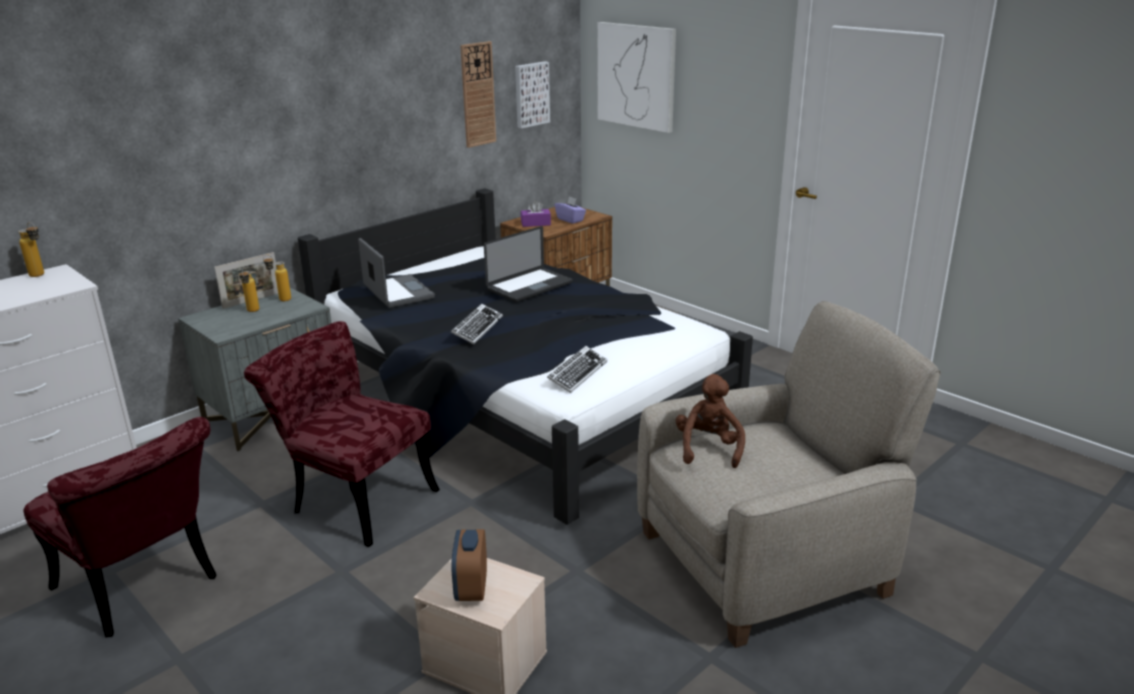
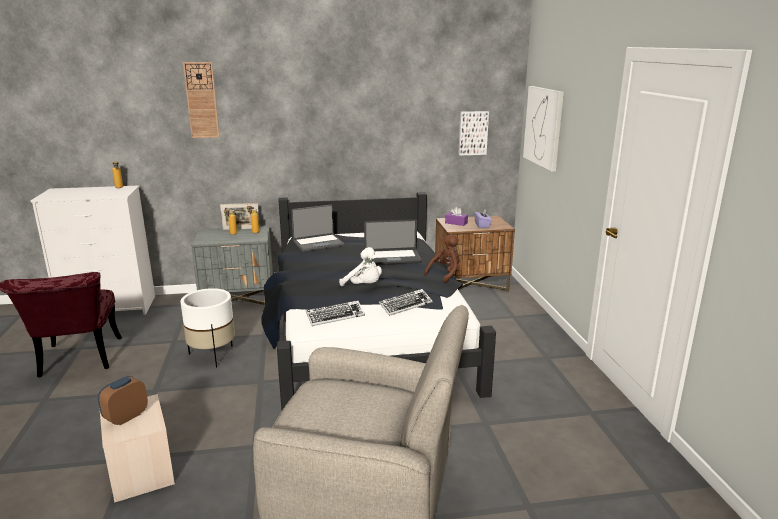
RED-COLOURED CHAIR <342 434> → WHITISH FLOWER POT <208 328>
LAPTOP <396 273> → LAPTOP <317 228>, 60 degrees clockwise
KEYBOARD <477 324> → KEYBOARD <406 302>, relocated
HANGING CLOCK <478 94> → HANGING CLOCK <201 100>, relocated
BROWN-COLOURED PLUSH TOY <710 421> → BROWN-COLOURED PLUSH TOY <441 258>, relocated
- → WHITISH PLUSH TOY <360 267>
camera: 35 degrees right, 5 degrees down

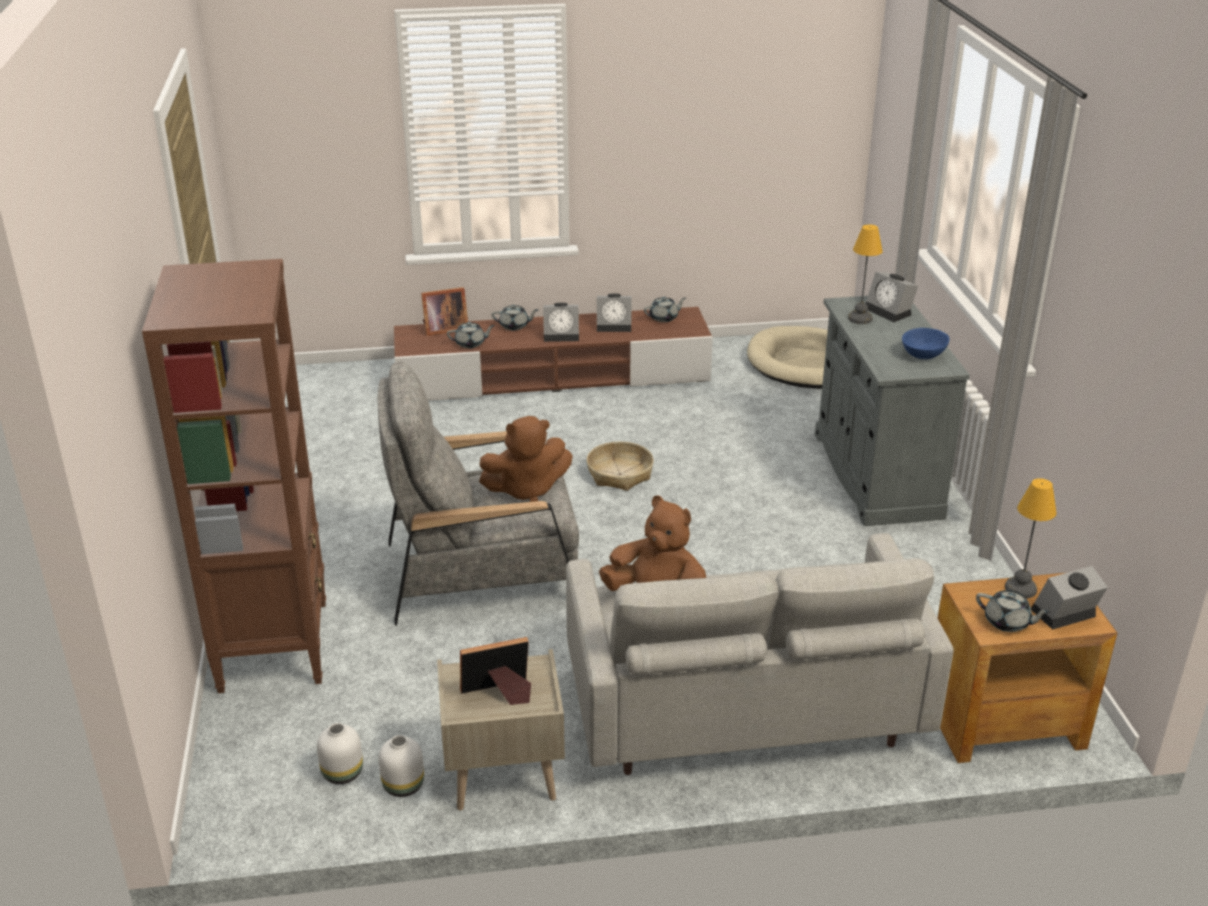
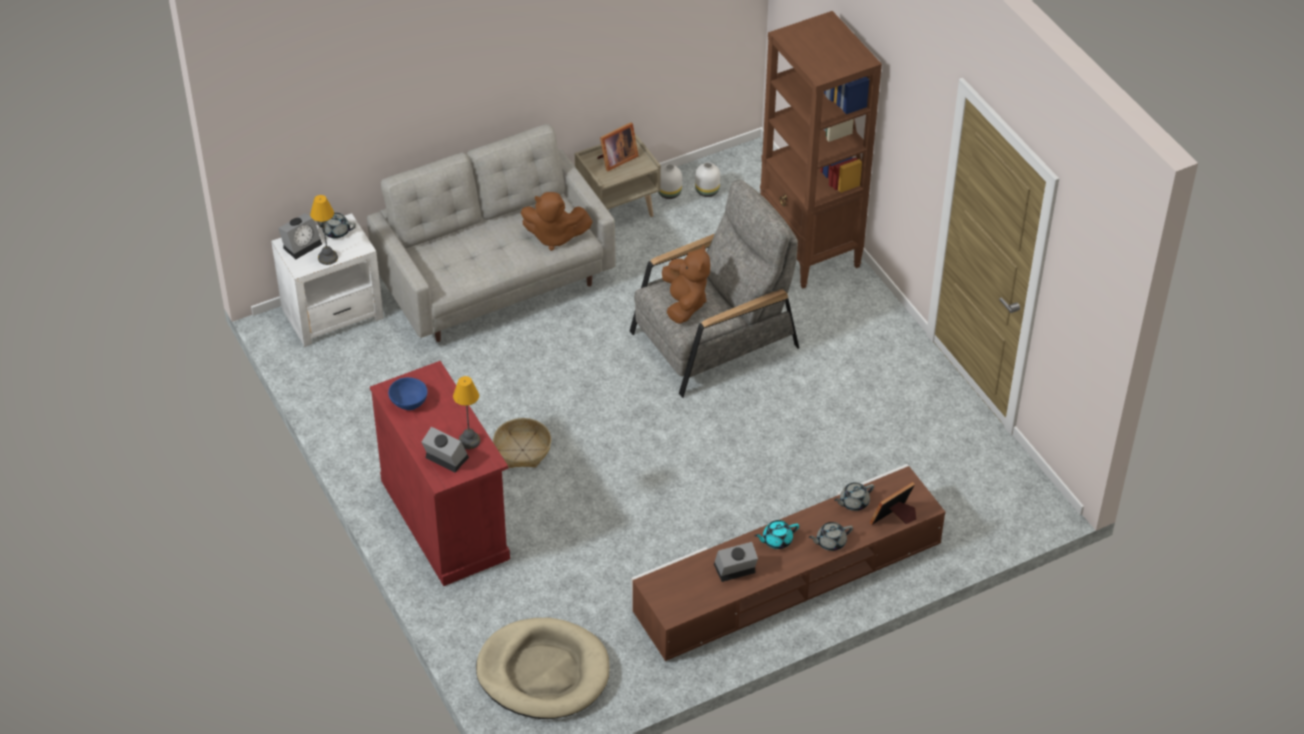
BROWN-COLOURED PLUSH TOY <526 459> → BROWN-COLOURED PLUSH TOY <686 284>, 120 degrees clockwise
TABLE CLOCK <561 322> → TURQUOISE POT FOR TEA <777 534>
BASKET <620 466> → BASKET <522 443>, relocated
GREY POT FOR TEA <665 309> → -
GREY STORAGE CABINET <892 411> → RED-COLOURED STORAGE CABINET <440 473>
BROWN-COLOURED END TABLE <1027 667> → WHITISH END TABLE <327 280>
camera: 160 degrees right, 15 degrees up

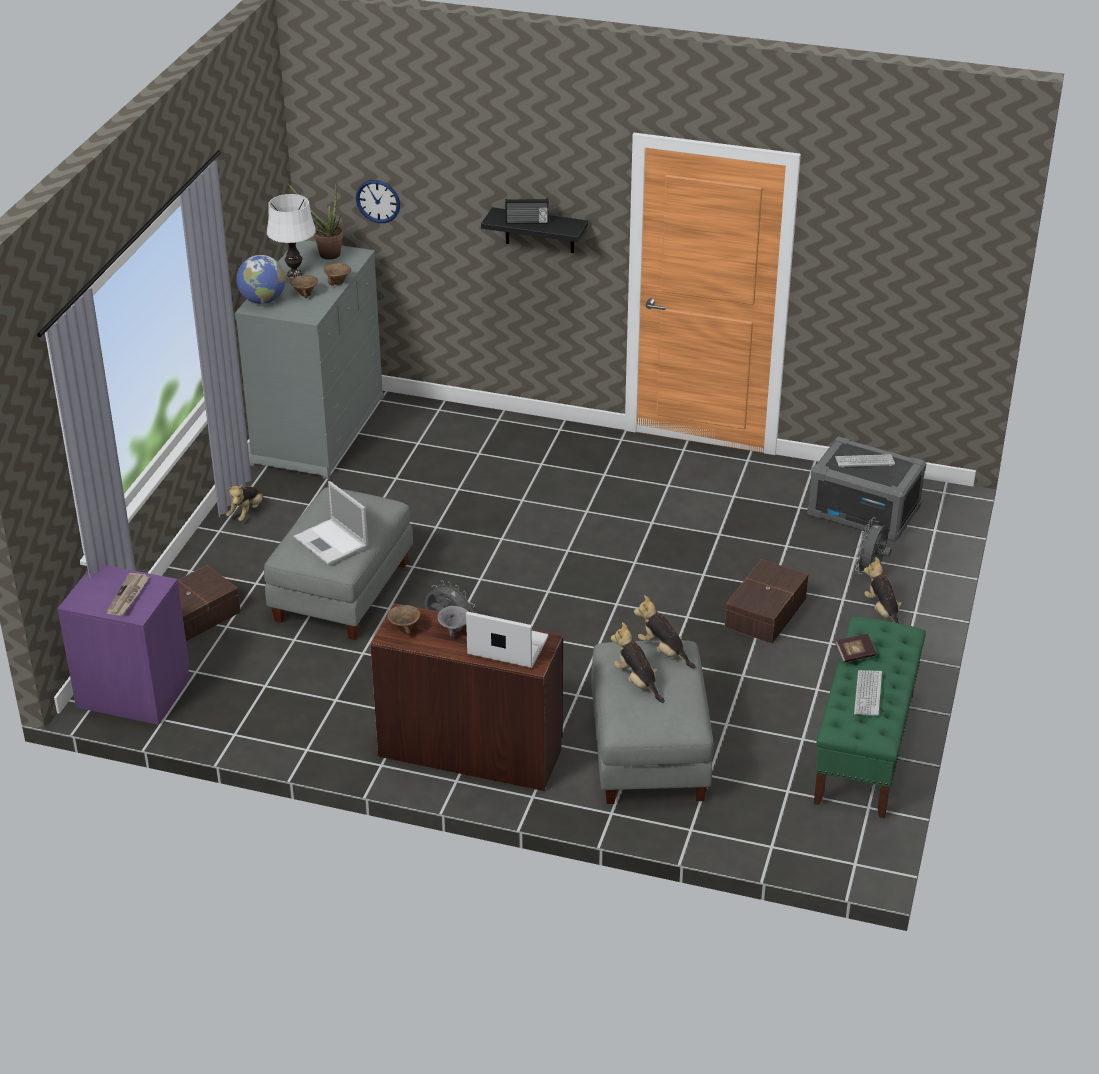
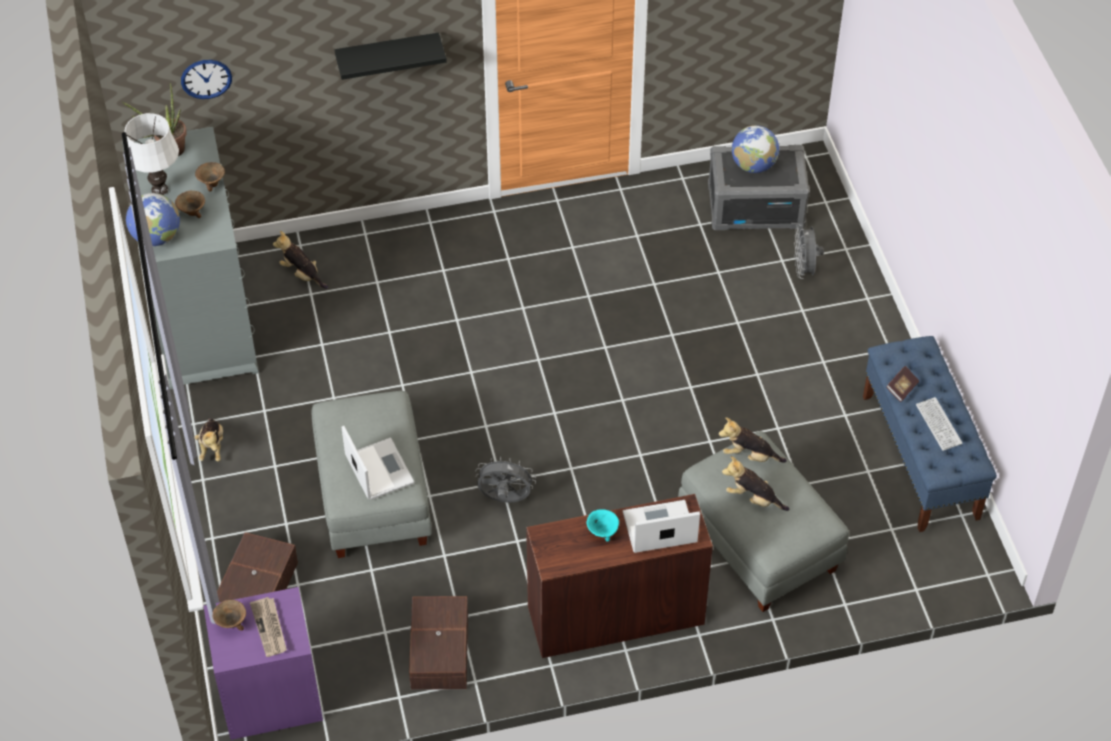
LAPTOP <331 523> → LAPTOP <377 463>, 135 degrees counterclockwise
BROWN-COLOURED SERVING BOWL <403 620> → BROWN-COLOURED SERVING BOWL <229 615>, relocated
GREY SERVING BOWL <452 621> → TURQUOISE SERVING BOWL <603 525>
RADIO SET <527 211> → -
BROWN-COLOURED STORAGE BIN <766 601> → BROWN-COLOURED STORAGE BIN <438 643>, relocated
GREEN-COLOURED INDOOR BENCH <870 717> → BLUISH INDOOR BENCH <930 434>
KEYBOARD <865 461> → DESK GLOBE <755 149>
PLUSH TOY <883 590> → PLUSH TOY <300 260>, relocated
camera: 30 degrees left, 15 degrees up

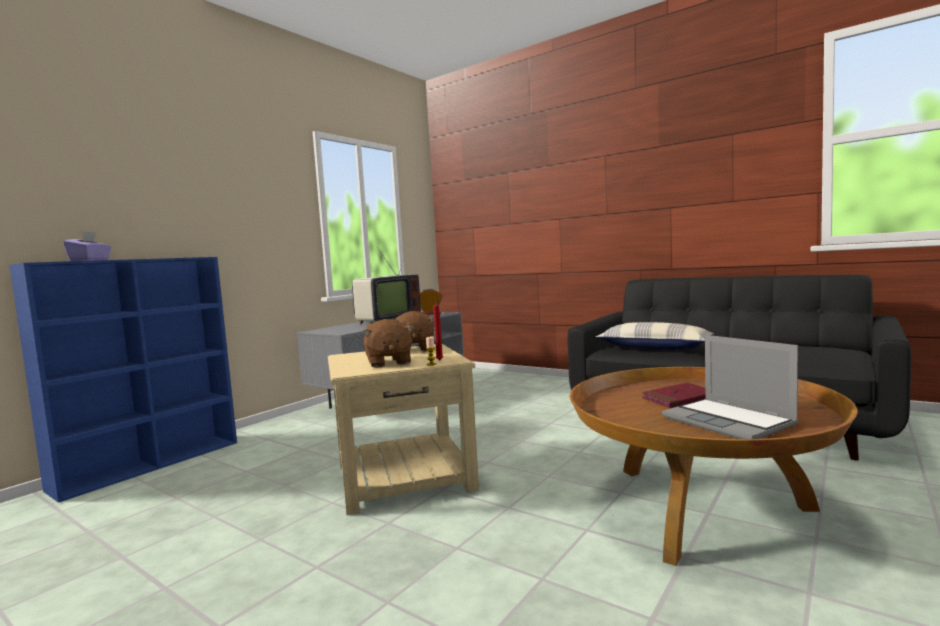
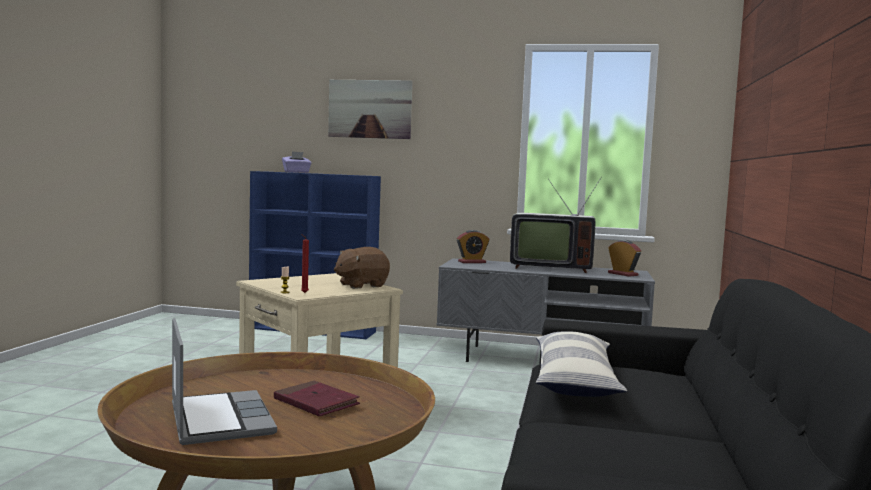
BROWN-COLOURED PLUSH TOY <388 343> → -
LAPTOP <730 387> → LAPTOP <224 381>, 120 degrees clockwise
- → WALL ART <370 109>
- → TABLE CLOCK <473 246>
camera: 65 degrees right, 0 degrees up

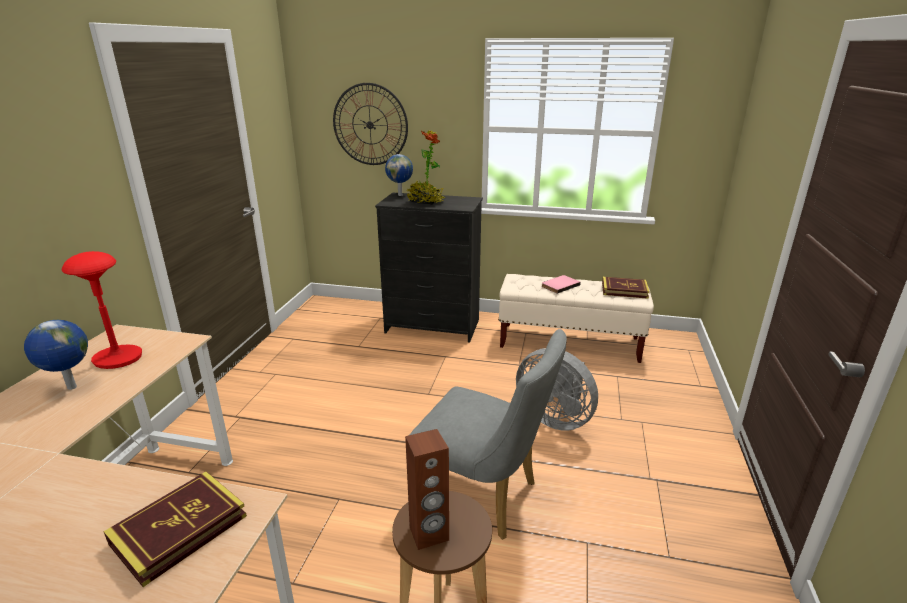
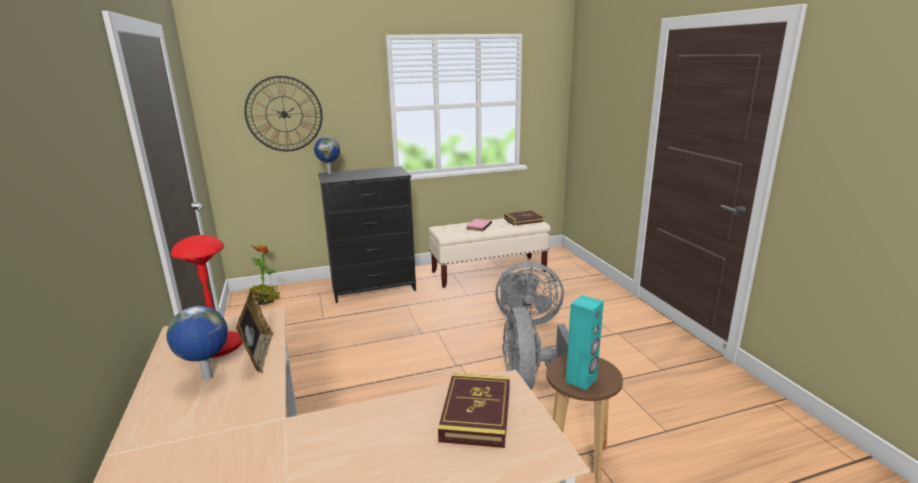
BROWN-COLOURED AUDIO SPEAKER <427 489> → TURQUOISE AUDIO SPEAKER <585 342>
HOUSEPLANT <426 167> → HOUSEPLANT <263 274>, relocated
GREY CHAIR <488 434> → GREY COOLING FAN <536 348>
- → STANDING FRAME <255 331>
camera: 30 degrees left, 5 degrees down

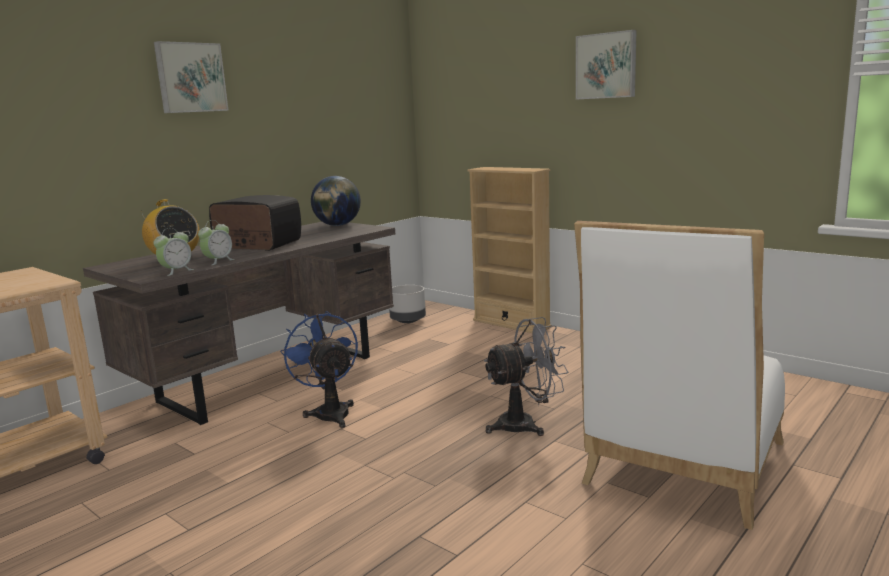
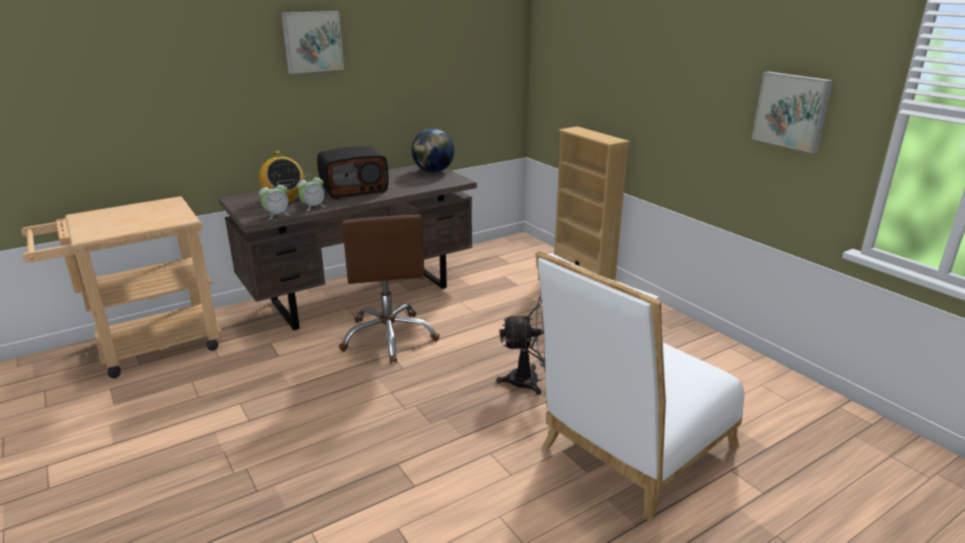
RADIO SET <255 223> → RADIO SET <353 172>, 120 degrees clockwise
BLUISH COOLING FAN <319 369> → BROWN-COLOURED DESK CHAIR <389 289>
GREY FLOWER POT <407 304> → -
WALL ART <606 64> → WALL ART <792 112>, relocated
camera: 15 degrees right, 10 degrees up

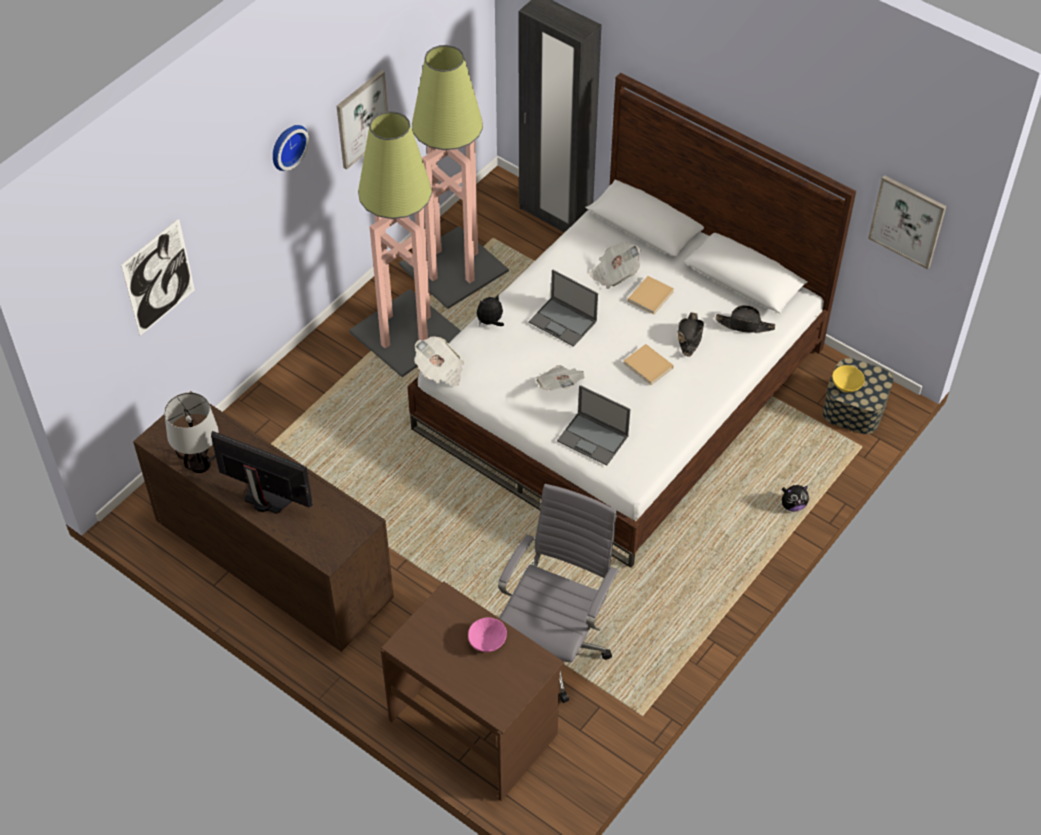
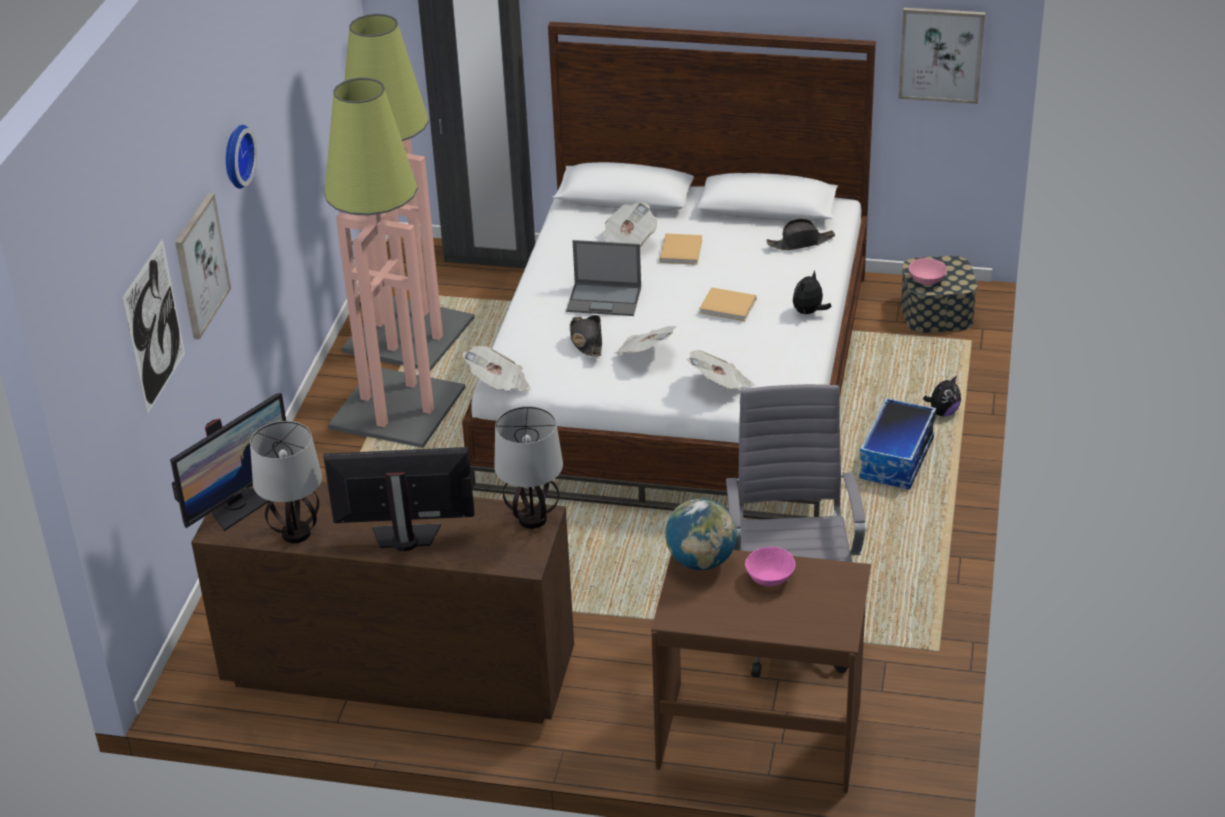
WALL ART <362 119> → WALL ART <203 266>, relocated
PLUSH TOY <490 310> → PLUSH TOY <812 292>, relocated
LAPTOP <593 425> → PRINTED PAPER <720 370>
BLACK CLOTHING HAT <691 334> → BLACK CLOTHING HAT <586 336>, relocated
YELLOW-COLOURED SERVING BOWL <848 378> → PINK SERVING BOWL <928 271>
- → MONITOR <228 462>
- → TABLE LAMP <528 467>
- → DESK GLOBE <701 534>
- → STORAGE BIN <898 444>
camera: 25 degrees left, 15 degrees down

